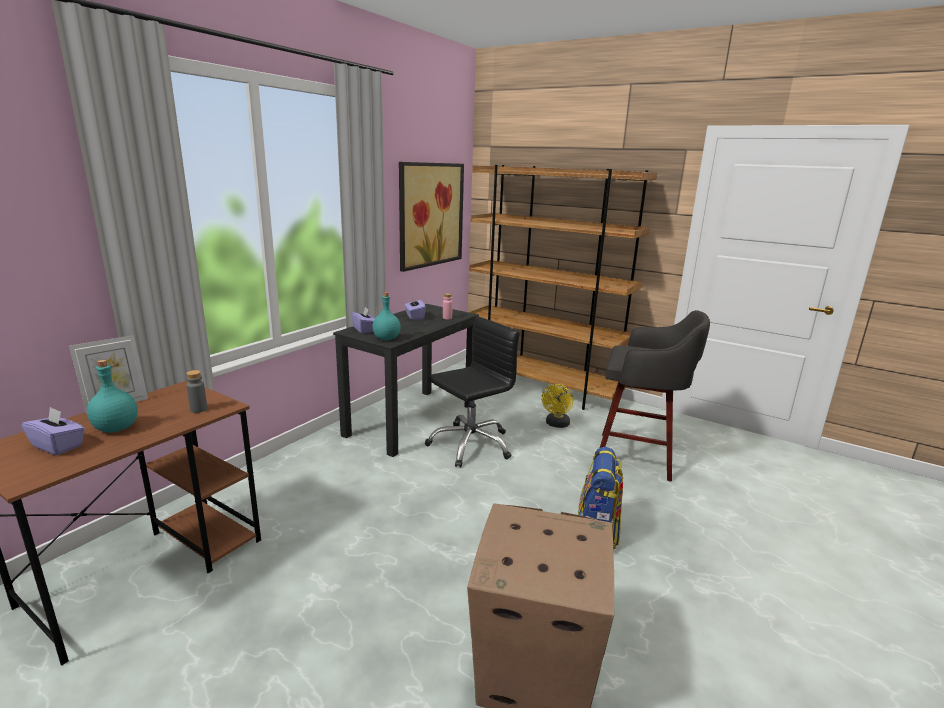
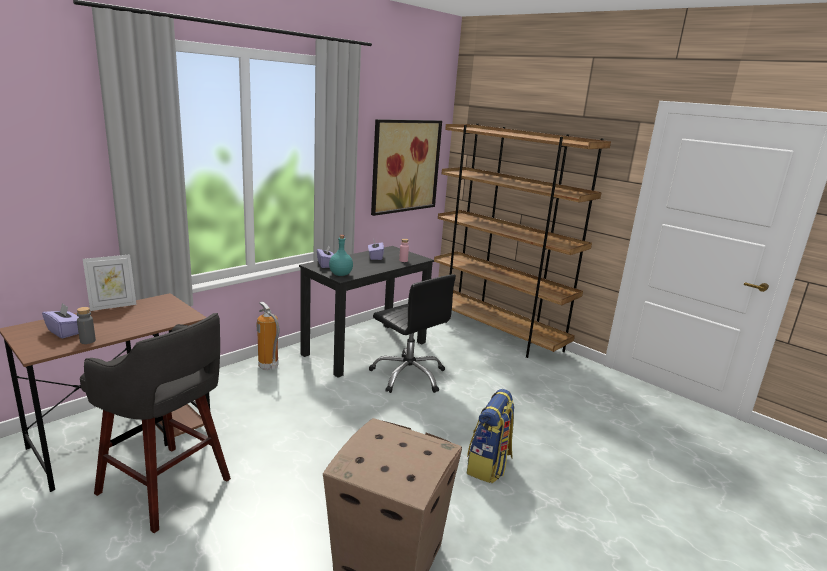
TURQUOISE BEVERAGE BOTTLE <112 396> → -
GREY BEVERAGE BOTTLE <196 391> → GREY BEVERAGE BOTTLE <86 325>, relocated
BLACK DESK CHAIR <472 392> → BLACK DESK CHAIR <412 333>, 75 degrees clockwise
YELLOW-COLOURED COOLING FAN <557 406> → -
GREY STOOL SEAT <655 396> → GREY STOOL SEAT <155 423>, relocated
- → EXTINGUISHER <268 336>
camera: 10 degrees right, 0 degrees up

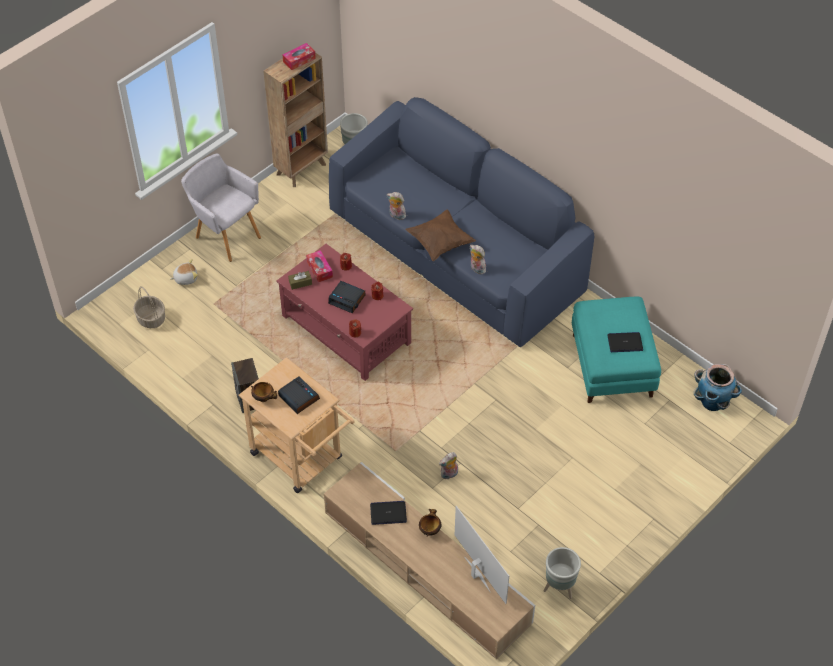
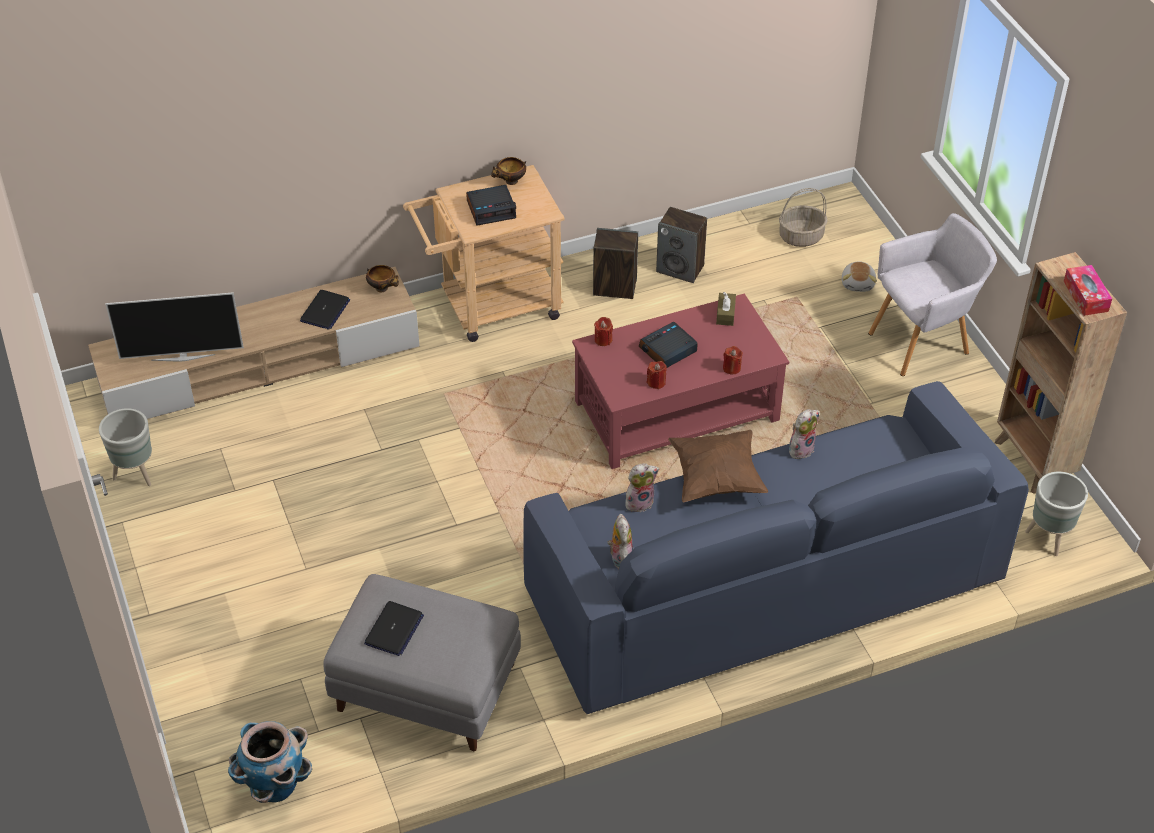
BOX OF TISSUES <319 266> → -
SERVING BOWL <430 523> → SERVING BOWL <382 278>, relocated
PLUSH TOY <448 465> → PLUSH TOY <620 541>, relocated
TURQUOISE POUFFE <616 350> → GREY POUFFE <422 662>
- → AUDIO SPEAKER <681 245>
camera: 115 degrees right, 5 degrees down

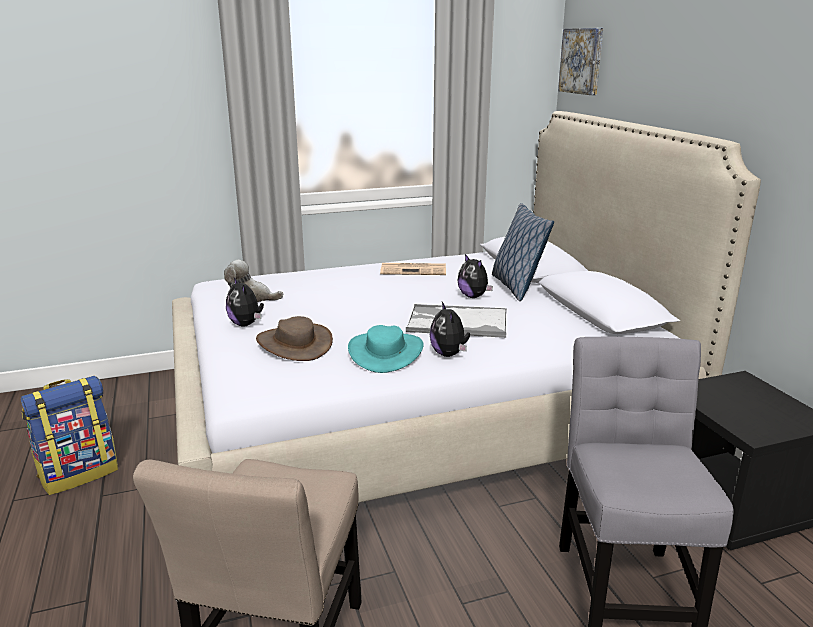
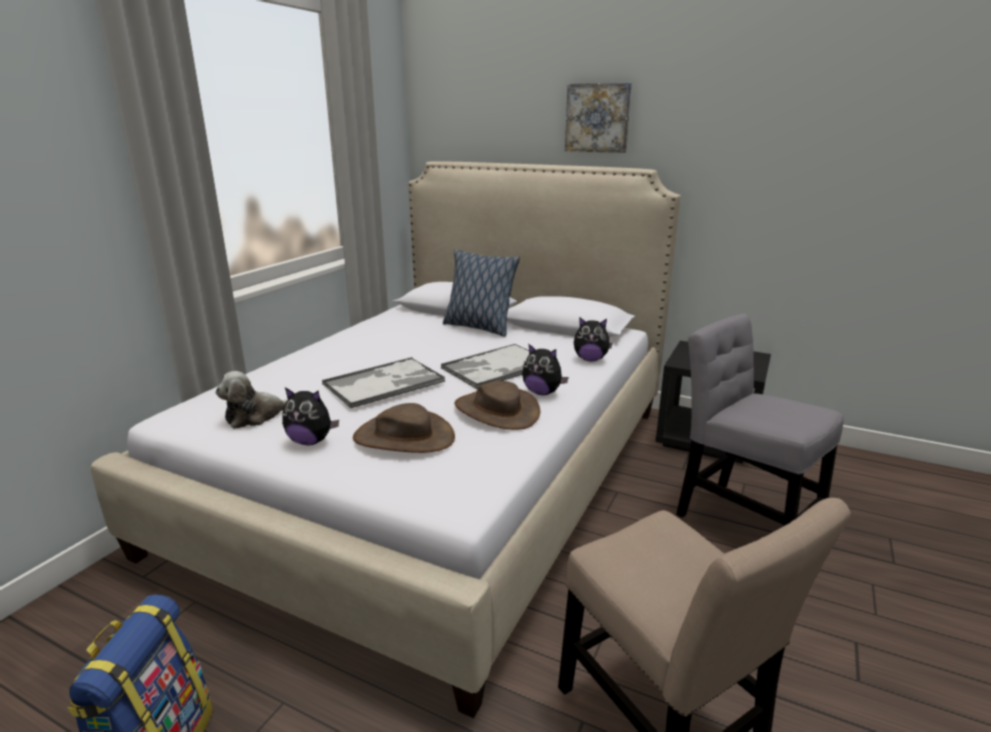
TURQUOISE CLOTHING HAT <386 349> → BROWN-COLOURED CLOTHING HAT <497 405>
PRINTED PAPER <413 269> → -
PLUSH TOY <475 276> → PLUSH TOY <593 339>, relocated
WALL ART <580 61> → WALL ART <598 118>, relocated
- → CARRYING TRAY <383 383>
camera: 45 degrees left, 0 degrees up

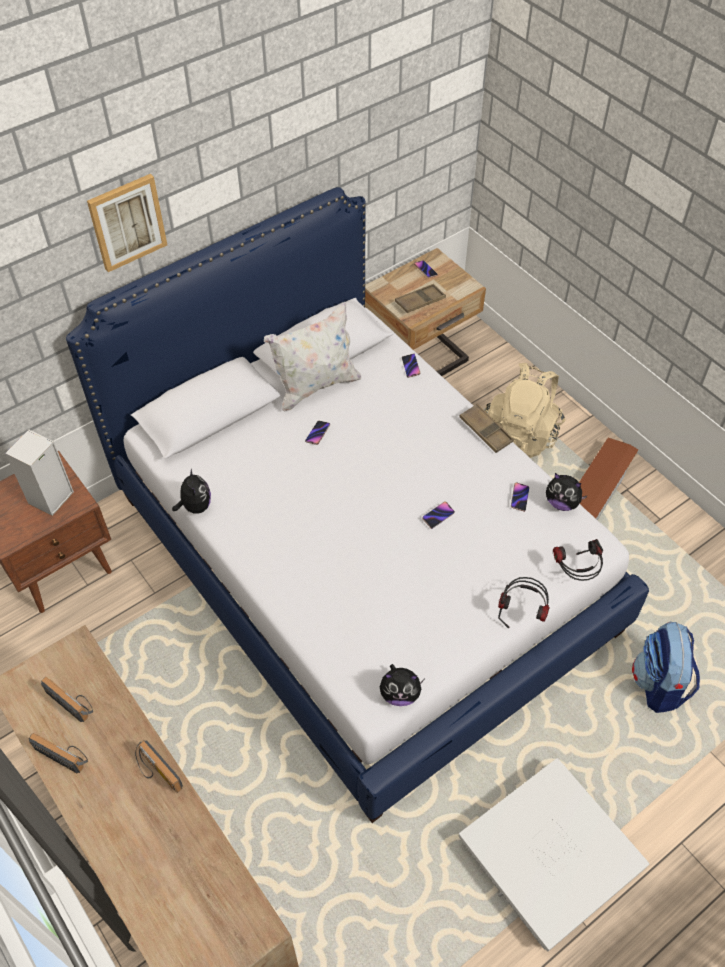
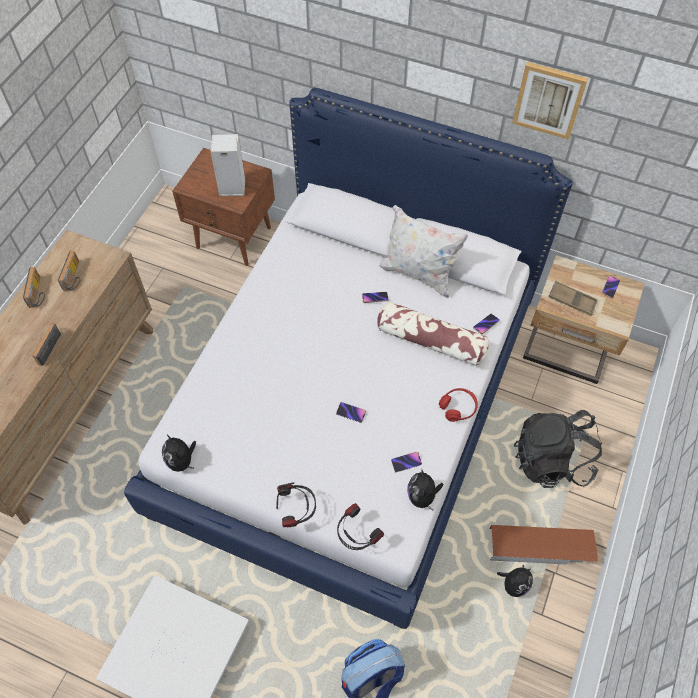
WALL ART <127 223> → WALL ART <550 101>, relocated
PLUSH TOY <191 491> → PLUSH TOY <515 580>, relocated
BROWN-COLOURED CARRYING TRAY <486 428> → RED-COLOURED HEADPHONES <458 405>
BEIGE RUCKSACK <525 410> → BLACK RUCKSACK <558 449>
- → CUSHION <433 333>
camera: 60 degrees right, 5 degrees up

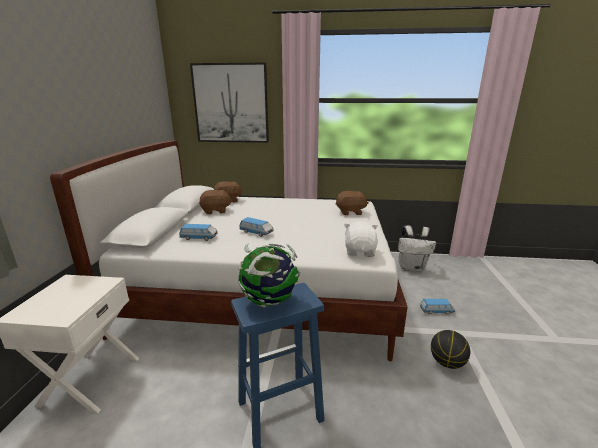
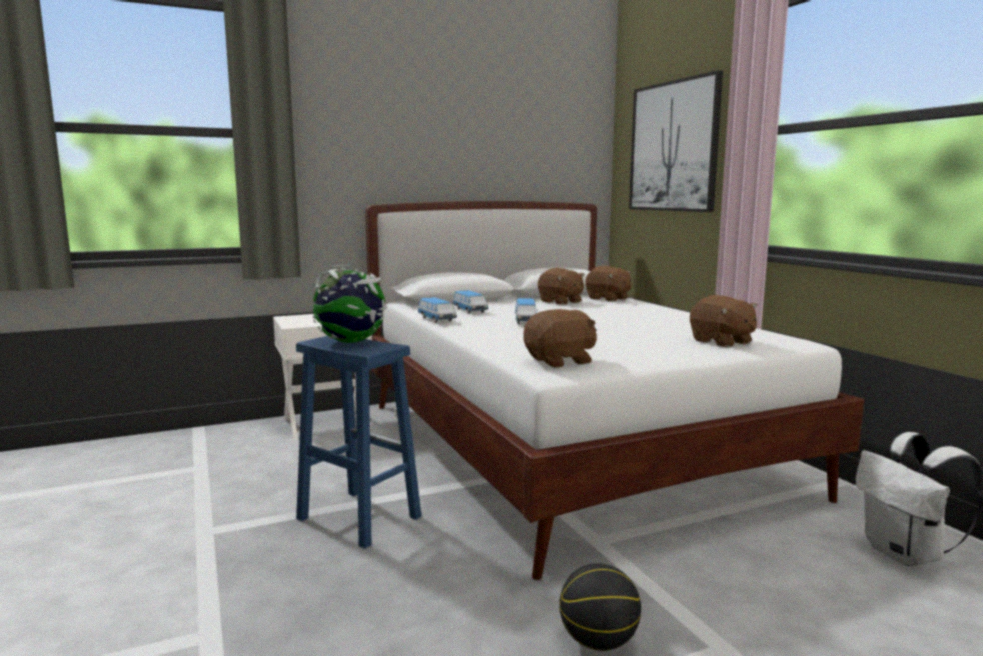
WHITISH PLUSH TOY <361 239> → BROWN-COLOURED PLUSH TOY <560 338>
MODEL CAR <437 306> → MODEL CAR <437 310>, relocated
camera: 60 degrees right, 10 degrees down

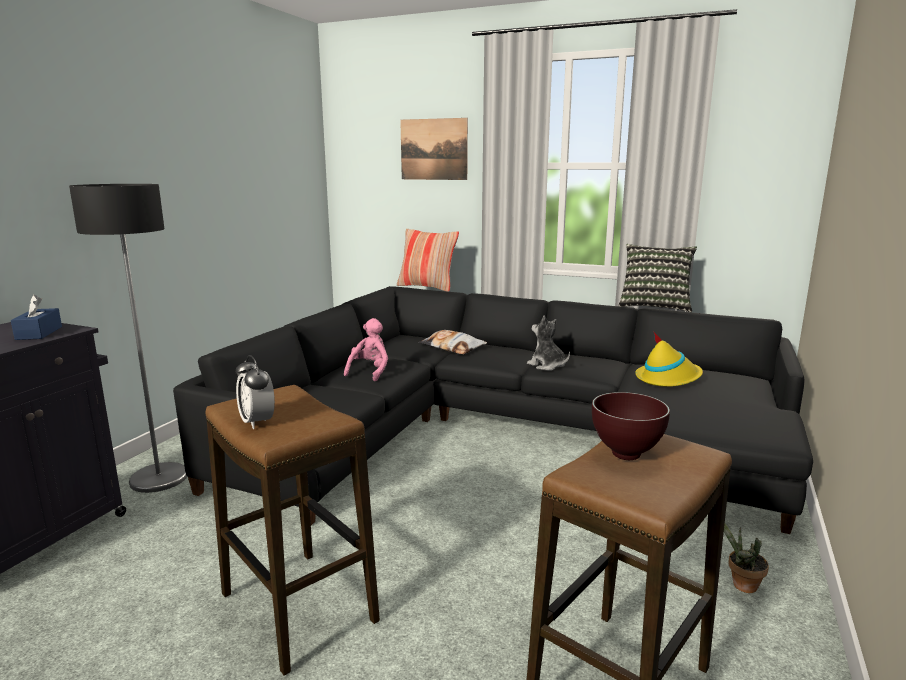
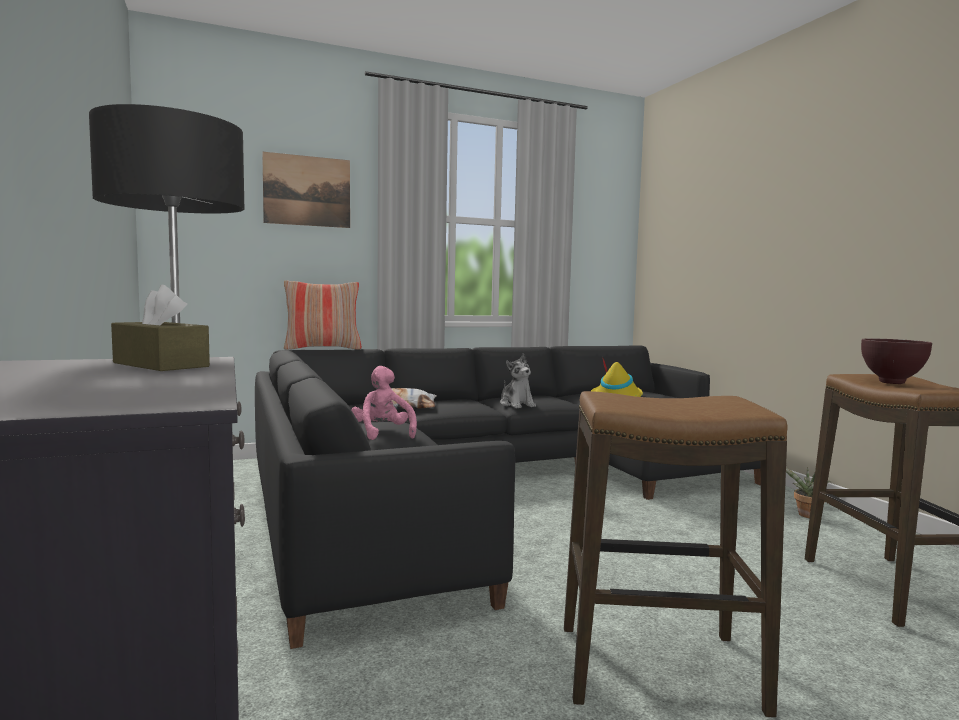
BLUISH BOX OF TISSUES <36 317> → BROWN-COLOURED BOX OF TISSUES <160 327>
TABLE CLOCK <255 392> → -
PLUSH TOY <548 343> → PLUSH TOY <518 380>, 120 degrees counterclockwise
CUSHION <658 278> → -
camera: 45 degrees left, 10 degrees down

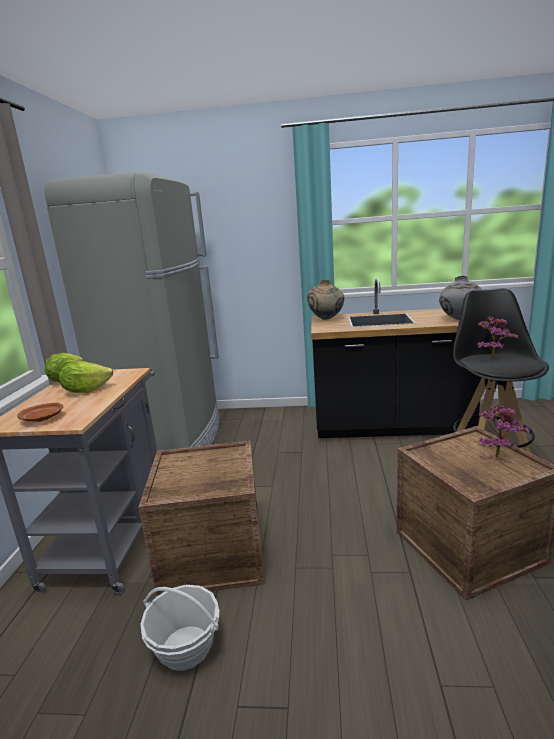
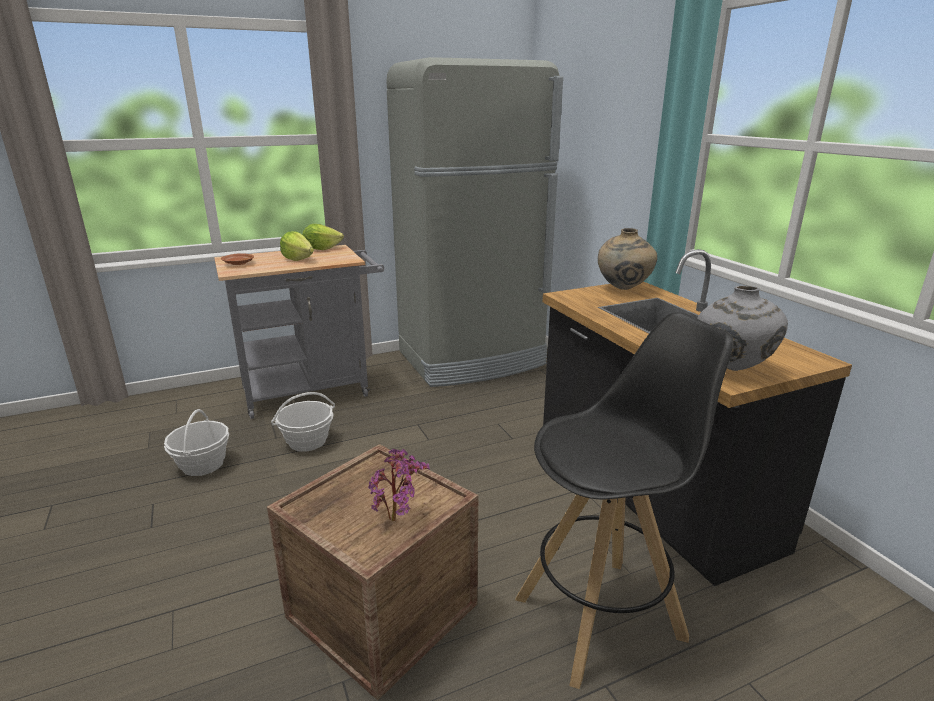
CRATE <201 519> → BASKET <303 422>
HOUSEPLANT <497 337> → -
camera: 60 degrees right, 5 degrees up

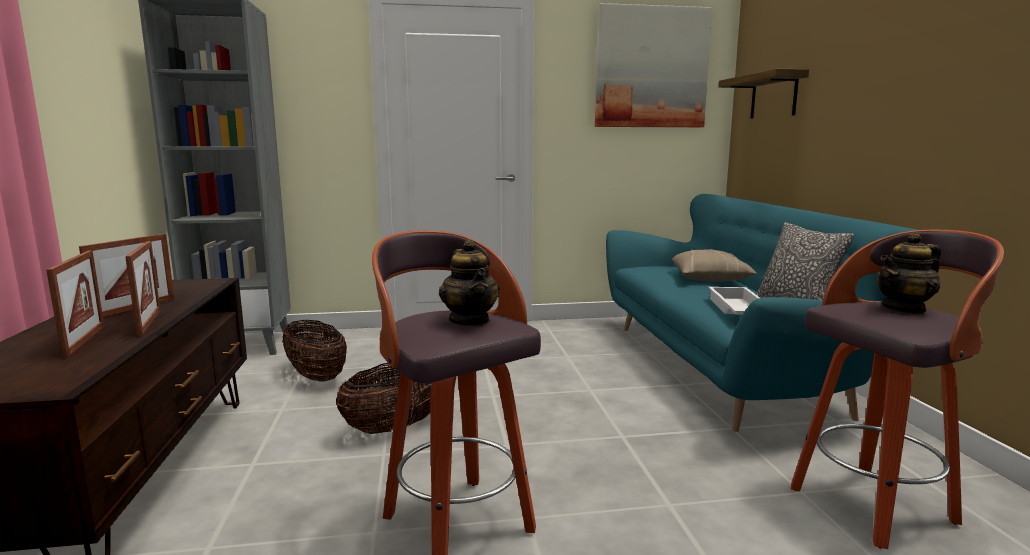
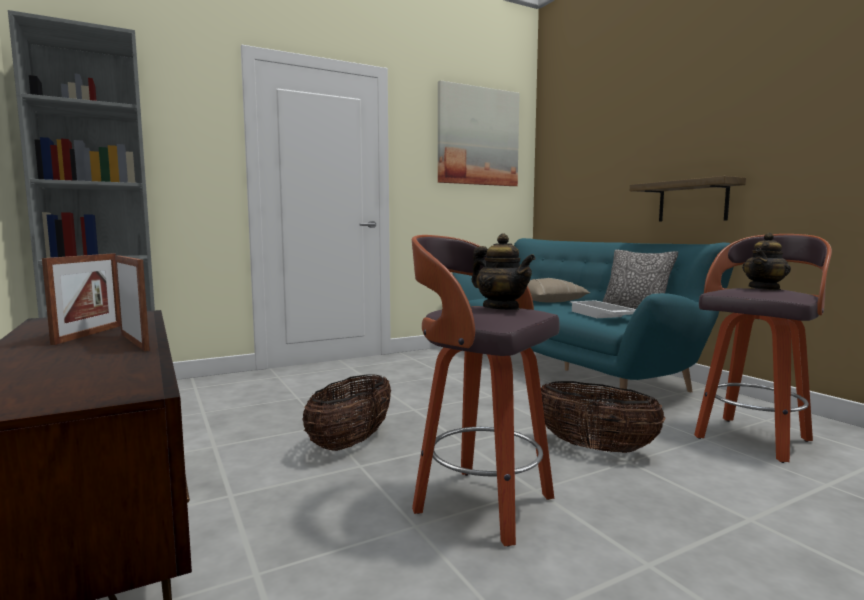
STANDING FRAME <75 304> → -
BASKET <314 351> → BASKET <603 417>, relocated
WALL SHELF <763 94> → WALL SHELF <688 199>, relocated
camera: 20 degrees left, 5 degrees down

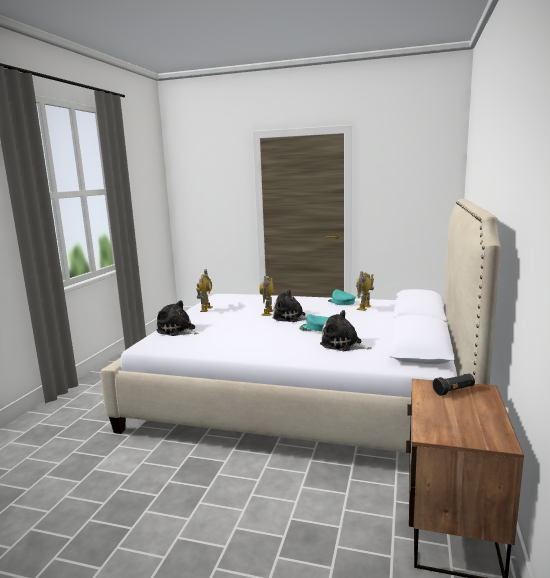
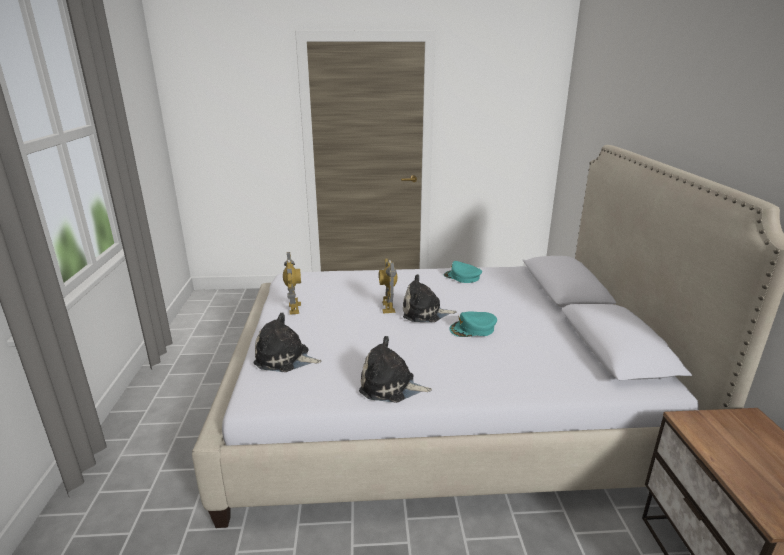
PLUSH TOY <345 330> → PLUSH TOY <395 369>, relocated
MODEL ROBOT <365 291> → -
BLACK FLASHLIGHT <454 385> → -
camera: 20 degrees left, 10 degrees up

